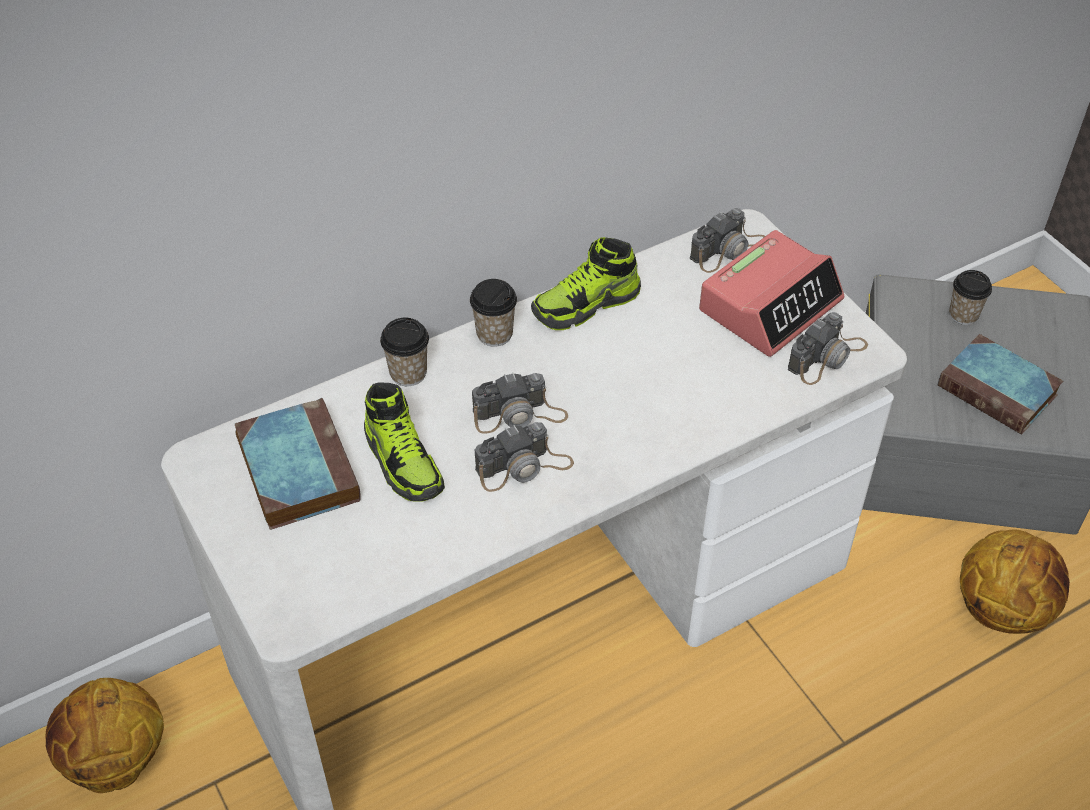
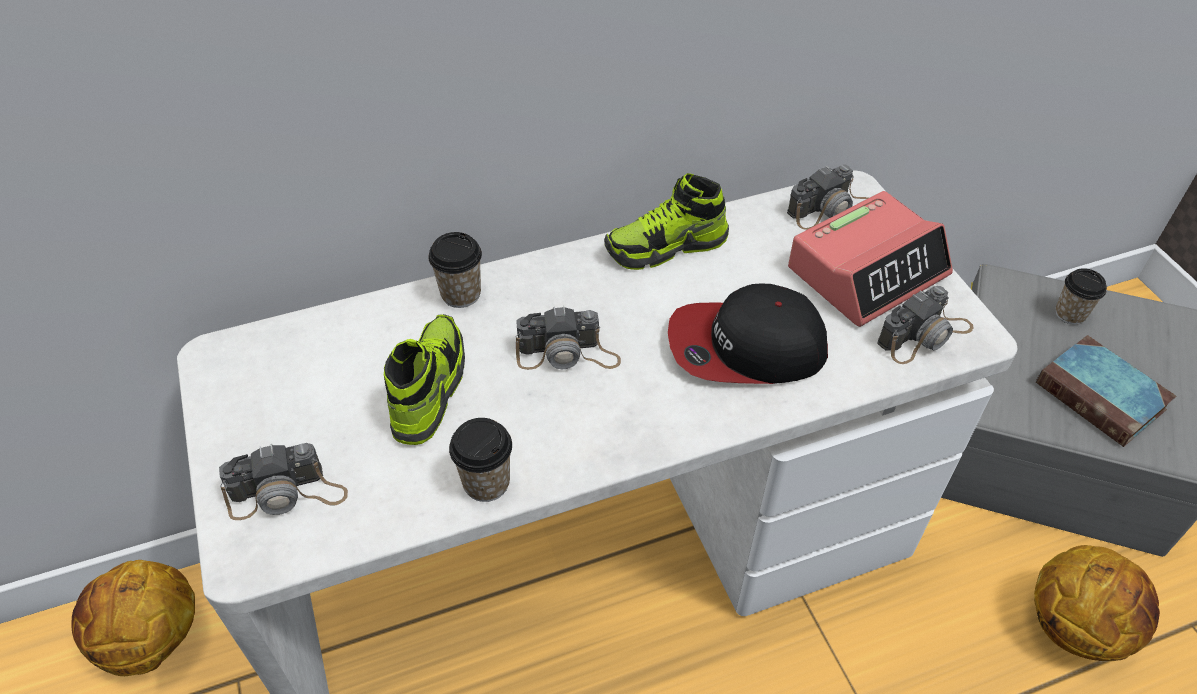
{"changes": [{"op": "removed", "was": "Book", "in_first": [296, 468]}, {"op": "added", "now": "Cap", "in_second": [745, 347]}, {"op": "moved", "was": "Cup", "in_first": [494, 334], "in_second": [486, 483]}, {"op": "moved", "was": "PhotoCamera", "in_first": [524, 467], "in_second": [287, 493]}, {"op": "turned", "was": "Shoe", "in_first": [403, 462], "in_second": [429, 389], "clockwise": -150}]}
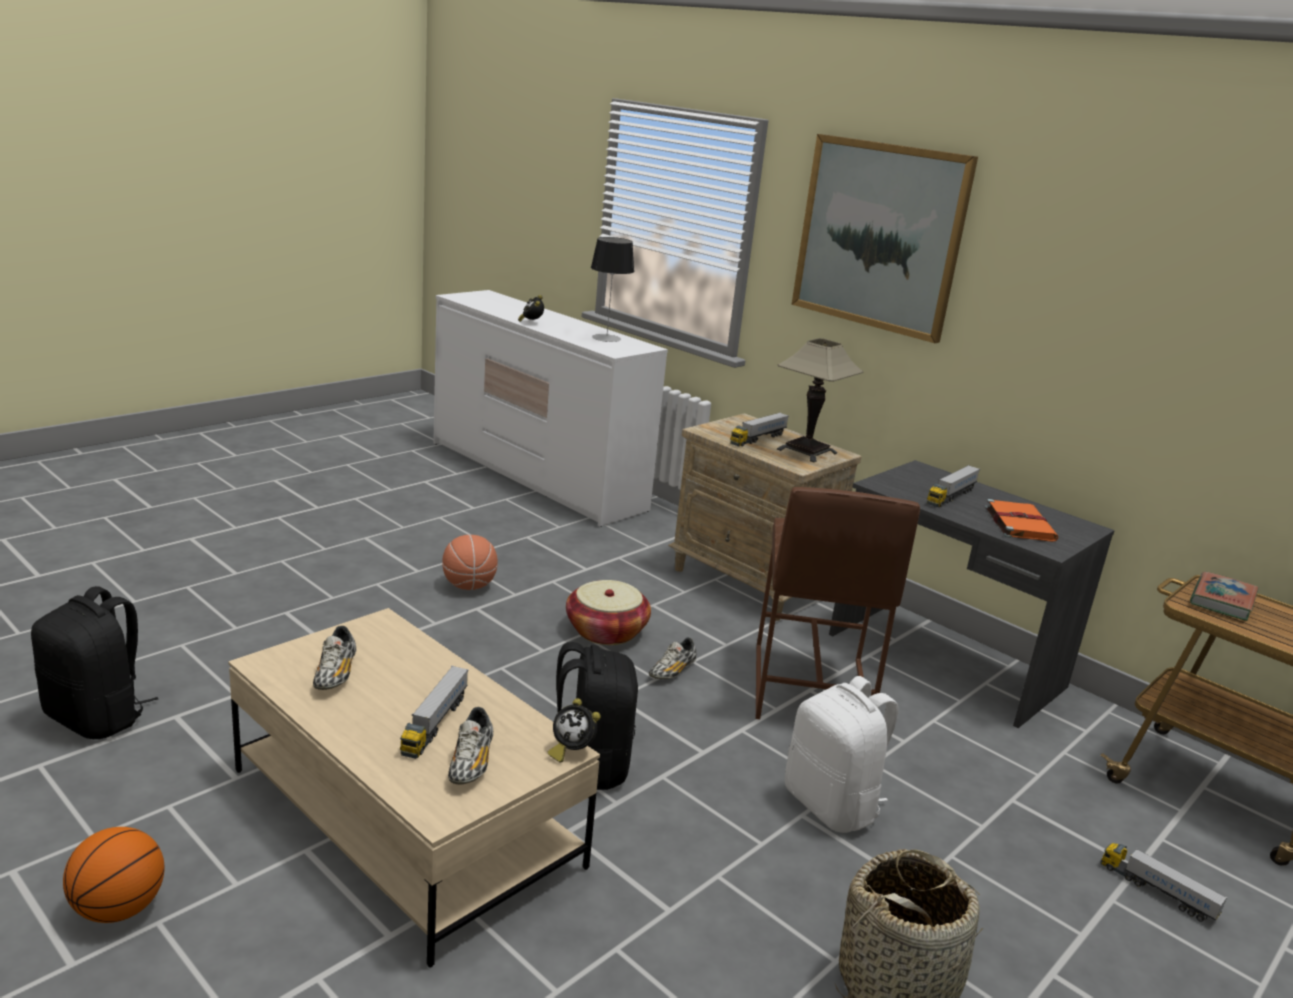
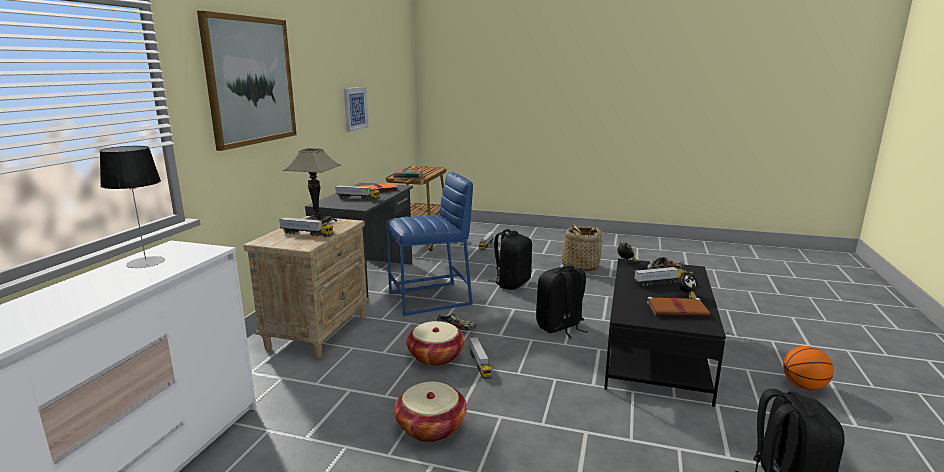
{"changes": [{"op": "added", "now": "Picture", "in_second": [355, 108]}, {"op": "added", "now": "ToyTruck", "in_second": [479, 364]}, {"op": "moved", "was": "AlarmClock", "in_first": [531, 322], "in_second": [686, 295]}, {"op": "replaced", "was": "Shoe", "now": "BrownBook", "in_first": [335, 674], "in_second": [678, 310]}, {"op": "replaced", "was": "Basketball", "now": "Basket", "in_first": [469, 586], "in_second": [431, 427]}, {"op": "recoloured", "was": "BeigeCoffeeTable", "now": "BlackCoffeeTable", "in_first": [406, 818], "in_second": [655, 351]}, {"op": "recoloured", "was": "BrownStool", "now": "BlueStool", "in_first": [808, 688], "in_second": [431, 299]}, {"op": "recoloured", "was": "WhiteBackpack", "now": "BlackBackpack", "in_first": [832, 806], "in_second": [512, 283]}]}
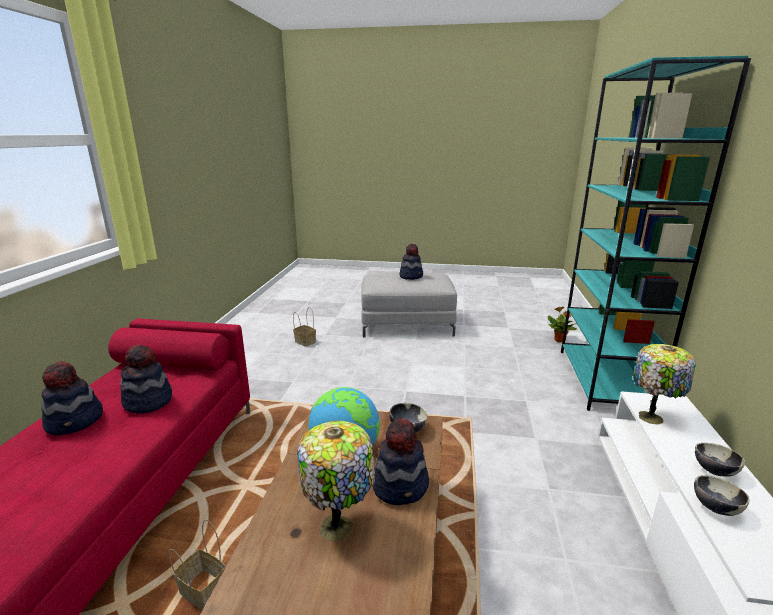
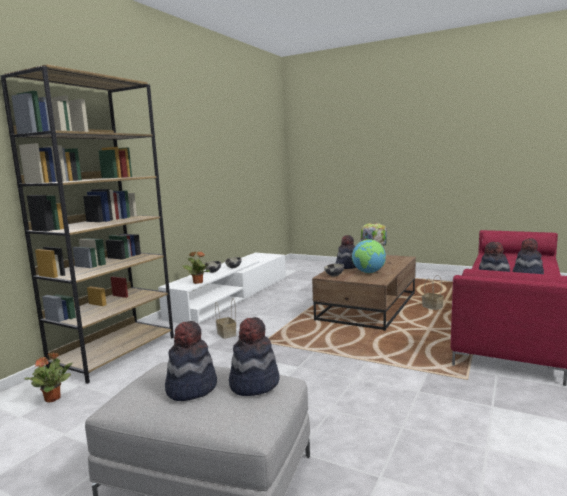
{"changes": [{"op": "added", "now": "Hat", "in_second": [253, 383]}, {"op": "moved", "was": "Basket", "in_first": [304, 342], "in_second": [227, 334]}, {"op": "replaced", "was": "TableLamp", "now": "PottedPlant", "in_first": [652, 417], "in_second": [197, 282]}, {"op": "recoloured", "was": "TurquoiseBookcase", "now": "BrownBookcase", "in_first": [604, 380], "in_second": [115, 353]}]}
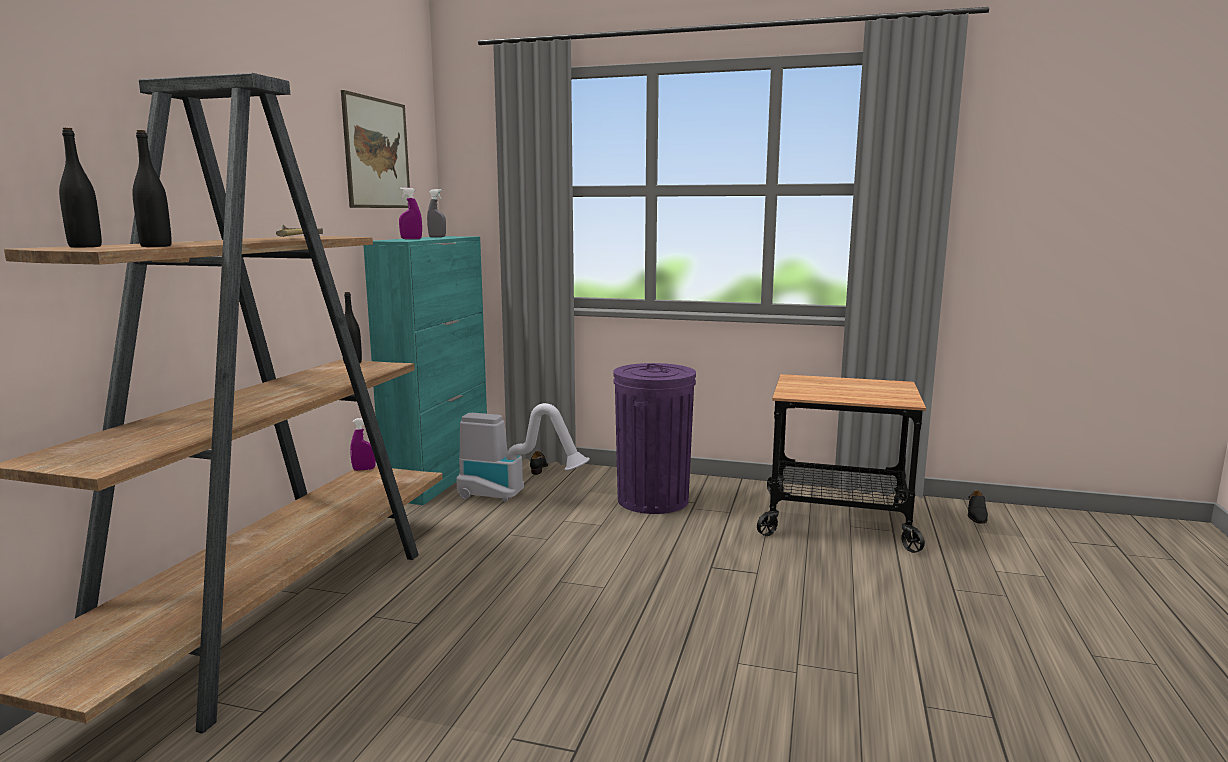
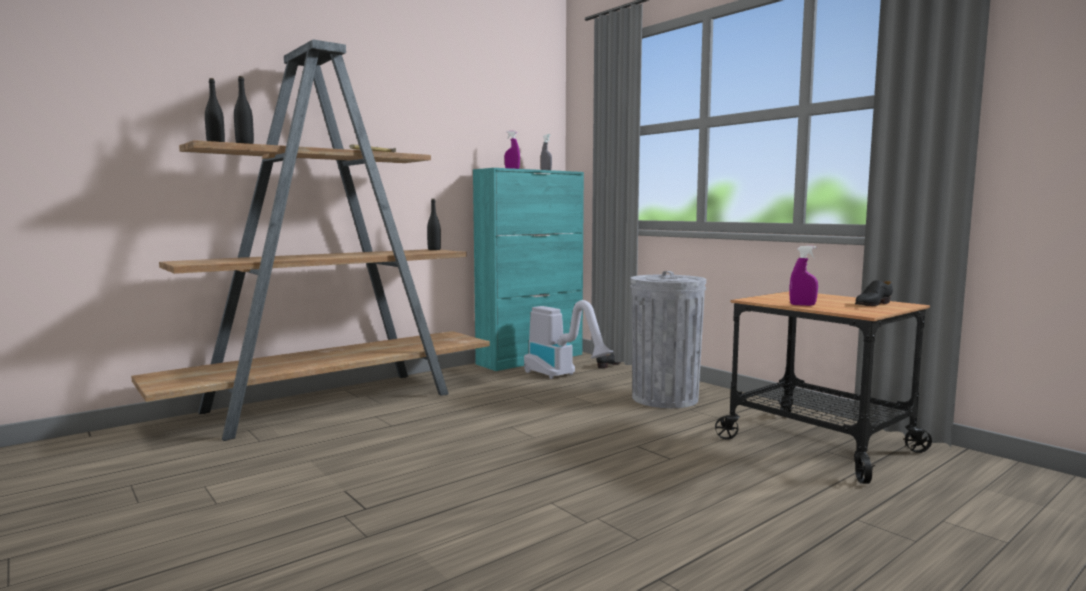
{"changes": [{"op": "removed", "was": "Picture", "in_first": [377, 153]}, {"op": "moved", "was": "PurpleSprayBottle", "in_first": [364, 469], "in_second": [802, 305]}, {"op": "moved", "was": "BlackShoe", "in_first": [976, 516], "in_second": [872, 304]}, {"op": "recoloured", "was": "PurpleTrashCan", "now": "GreyTrashCan", "in_first": [653, 500], "in_second": [665, 398]}]}
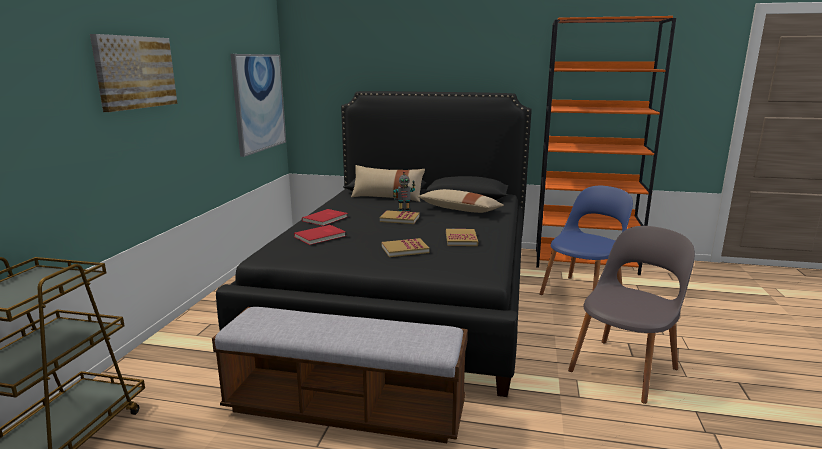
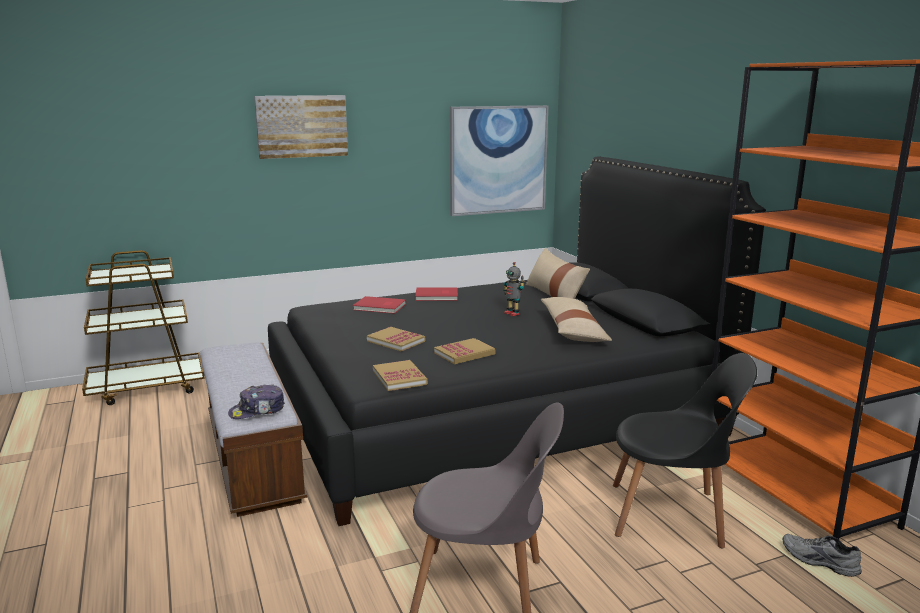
{"changes": [{"op": "added", "now": "Cap", "in_second": [257, 411]}, {"op": "added", "now": "GreyShoe", "in_second": [819, 561]}, {"op": "moved", "was": "Book", "in_first": [399, 219], "in_second": [399, 378]}, {"op": "recoloured", "was": "BlueChair", "now": "BlackChair", "in_first": [583, 293], "in_second": [671, 515]}]}
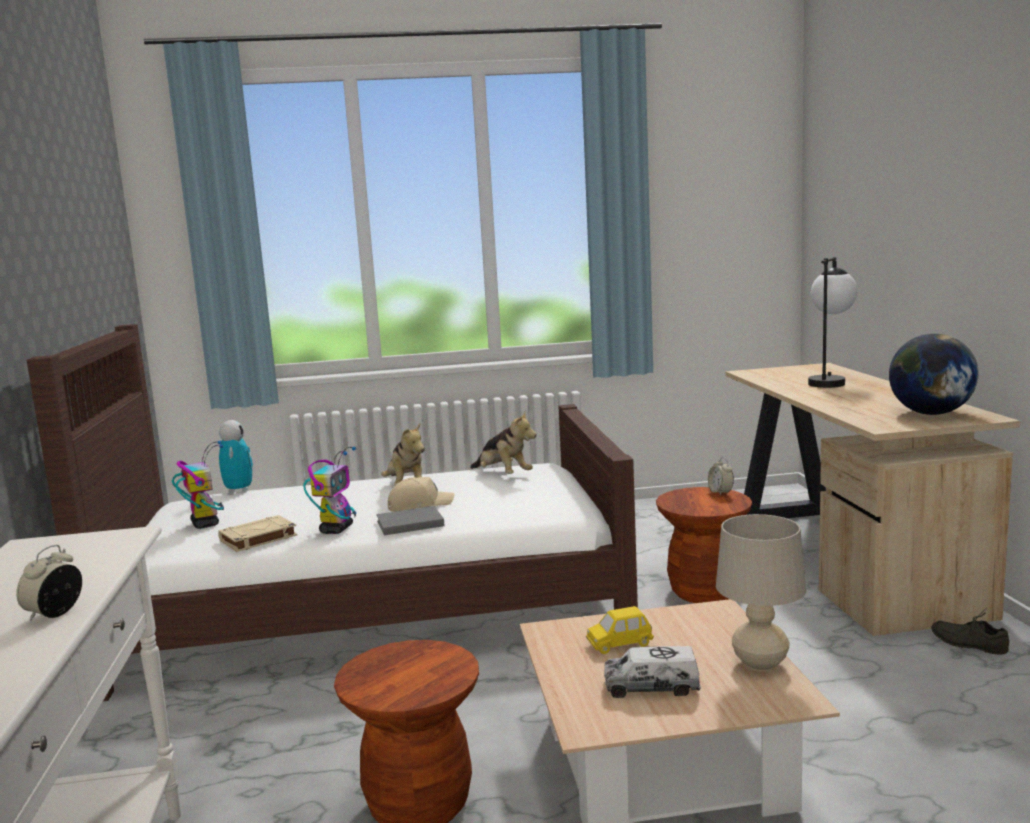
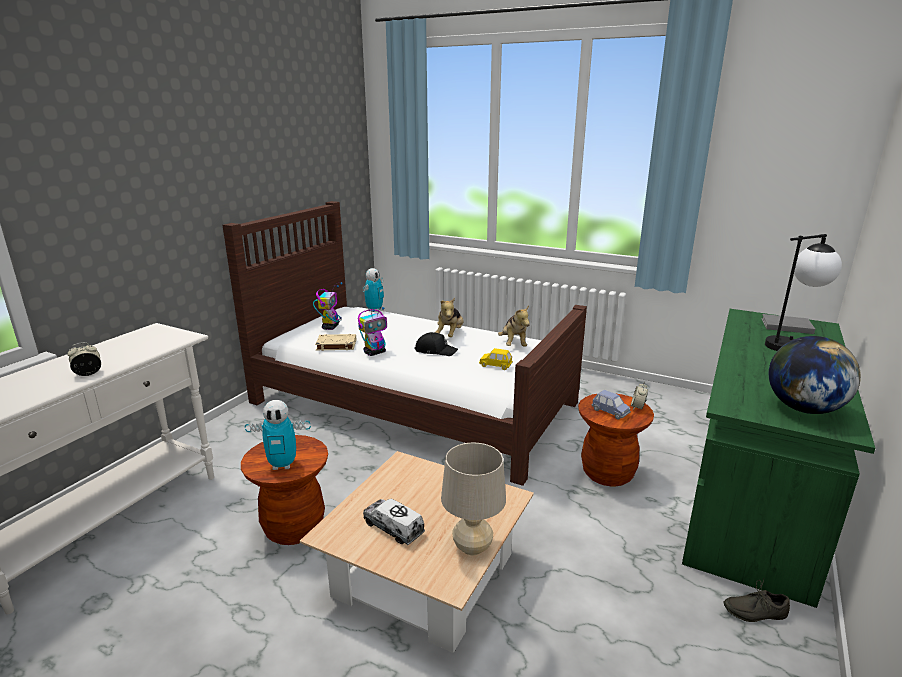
{"changes": [{"op": "added", "now": "ToyRobot", "in_second": [282, 465]}, {"op": "added", "now": "BlueToyCar", "in_second": [610, 412]}, {"op": "moved", "was": "GreyBook", "in_first": [408, 523], "in_second": [785, 325]}, {"op": "moved", "was": "YellowToyCar", "in_first": [619, 644], "in_second": [495, 365]}, {"op": "recoloured", "was": "BeigeCap", "now": "BlackCap", "in_first": [419, 505], "in_second": [435, 350]}, {"op": "recoloured", "was": "BeigeDesk", "now": "GreenDesk", "in_first": [845, 559], "in_second": [753, 493]}, {"op": "turned", "was": "GreyShoe", "in_first": [969, 643], "in_second": [753, 611], "clockwise": -75}]}
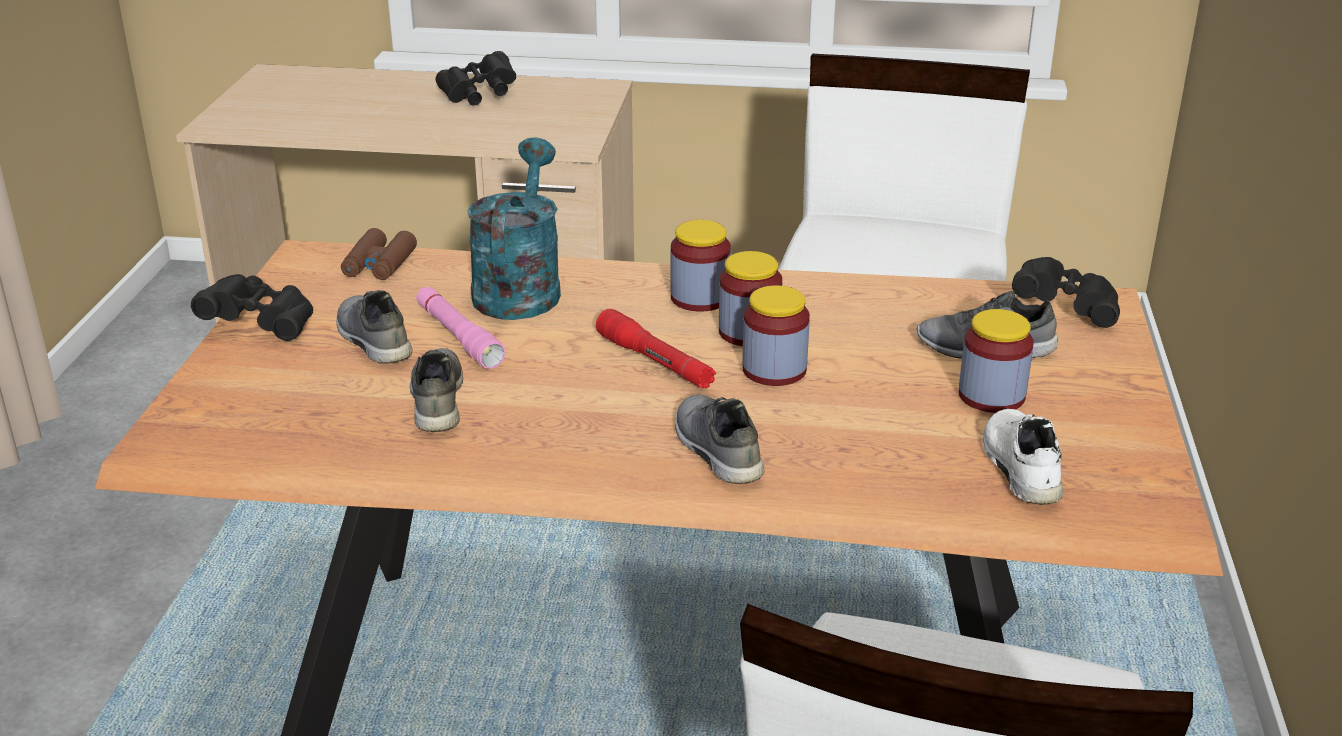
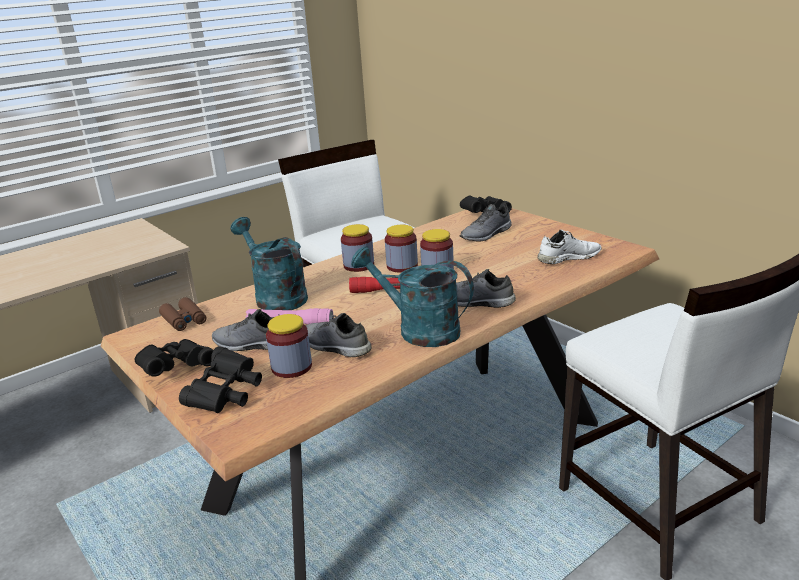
{"changes": [{"op": "added", "now": "TurquoiseWateringCan", "in_second": [419, 330]}, {"op": "moved", "was": "BlackBinoculars", "in_first": [479, 95], "in_second": [226, 395]}, {"op": "moved", "was": "Jar", "in_first": [991, 396], "in_second": [291, 367]}, {"op": "turned", "was": "WhiteShoe", "in_first": [1018, 467], "in_second": [568, 257], "clockwise": 120}]}
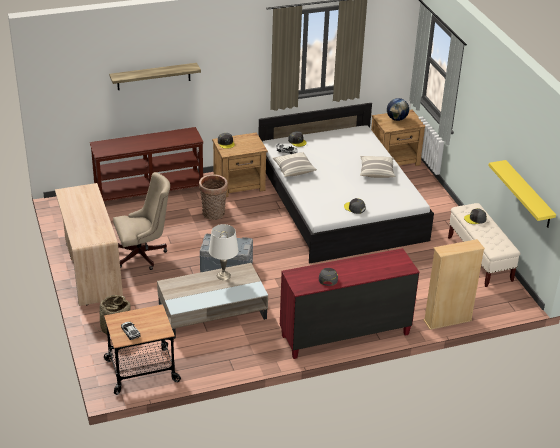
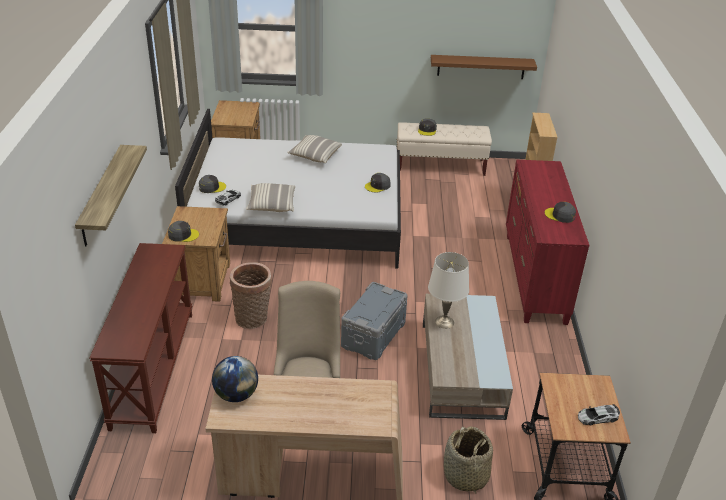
{"changes": [{"op": "moved", "was": "Globe", "in_first": [397, 119], "in_second": [236, 395]}, {"op": "recoloured", "was": "YellowShelf", "now": "BrownShelf", "in_first": [528, 194], "in_second": [481, 67]}]}
